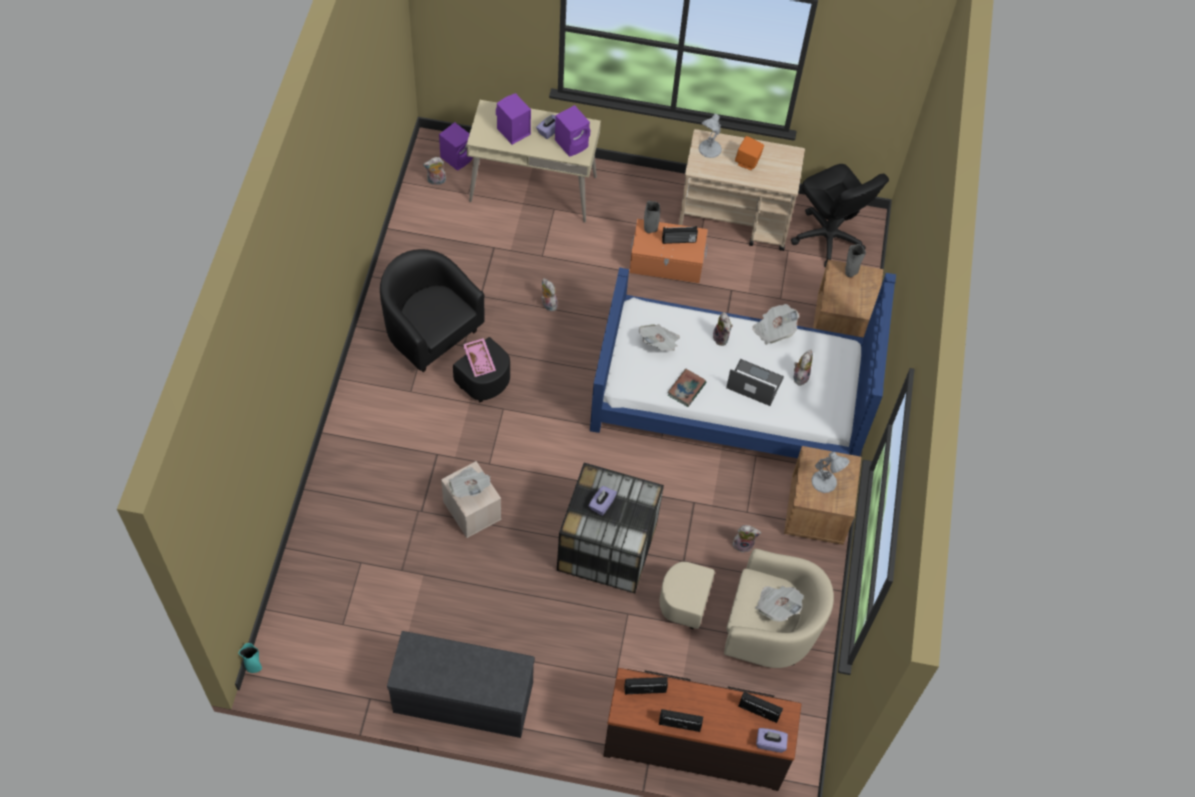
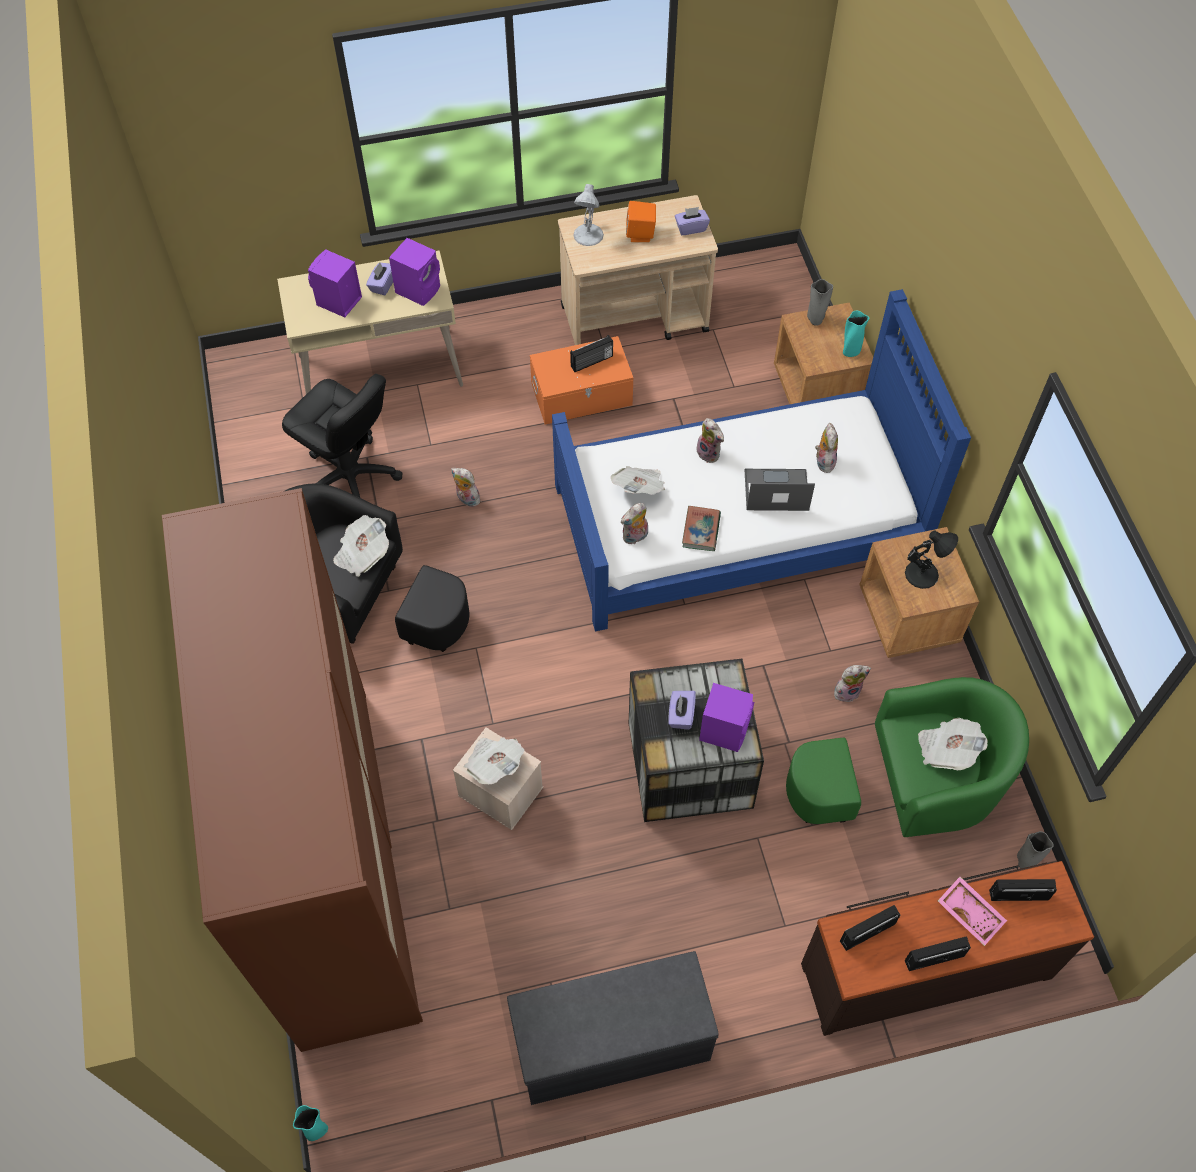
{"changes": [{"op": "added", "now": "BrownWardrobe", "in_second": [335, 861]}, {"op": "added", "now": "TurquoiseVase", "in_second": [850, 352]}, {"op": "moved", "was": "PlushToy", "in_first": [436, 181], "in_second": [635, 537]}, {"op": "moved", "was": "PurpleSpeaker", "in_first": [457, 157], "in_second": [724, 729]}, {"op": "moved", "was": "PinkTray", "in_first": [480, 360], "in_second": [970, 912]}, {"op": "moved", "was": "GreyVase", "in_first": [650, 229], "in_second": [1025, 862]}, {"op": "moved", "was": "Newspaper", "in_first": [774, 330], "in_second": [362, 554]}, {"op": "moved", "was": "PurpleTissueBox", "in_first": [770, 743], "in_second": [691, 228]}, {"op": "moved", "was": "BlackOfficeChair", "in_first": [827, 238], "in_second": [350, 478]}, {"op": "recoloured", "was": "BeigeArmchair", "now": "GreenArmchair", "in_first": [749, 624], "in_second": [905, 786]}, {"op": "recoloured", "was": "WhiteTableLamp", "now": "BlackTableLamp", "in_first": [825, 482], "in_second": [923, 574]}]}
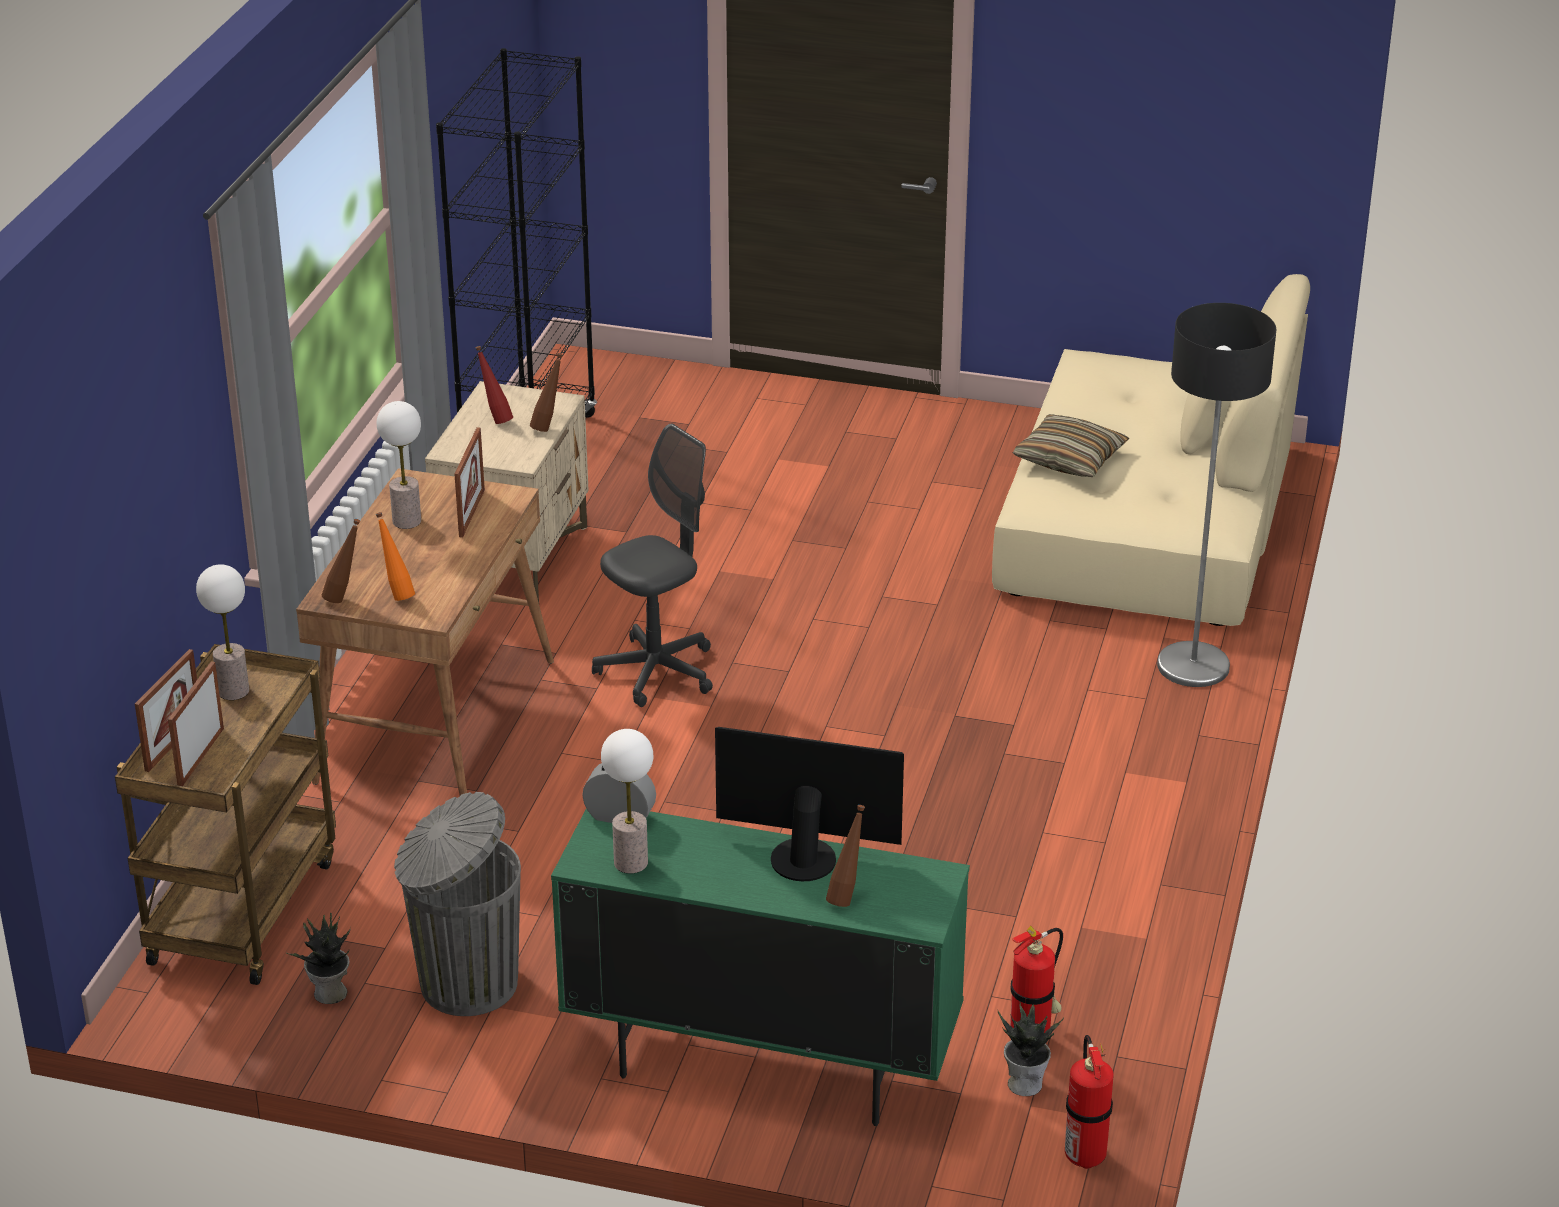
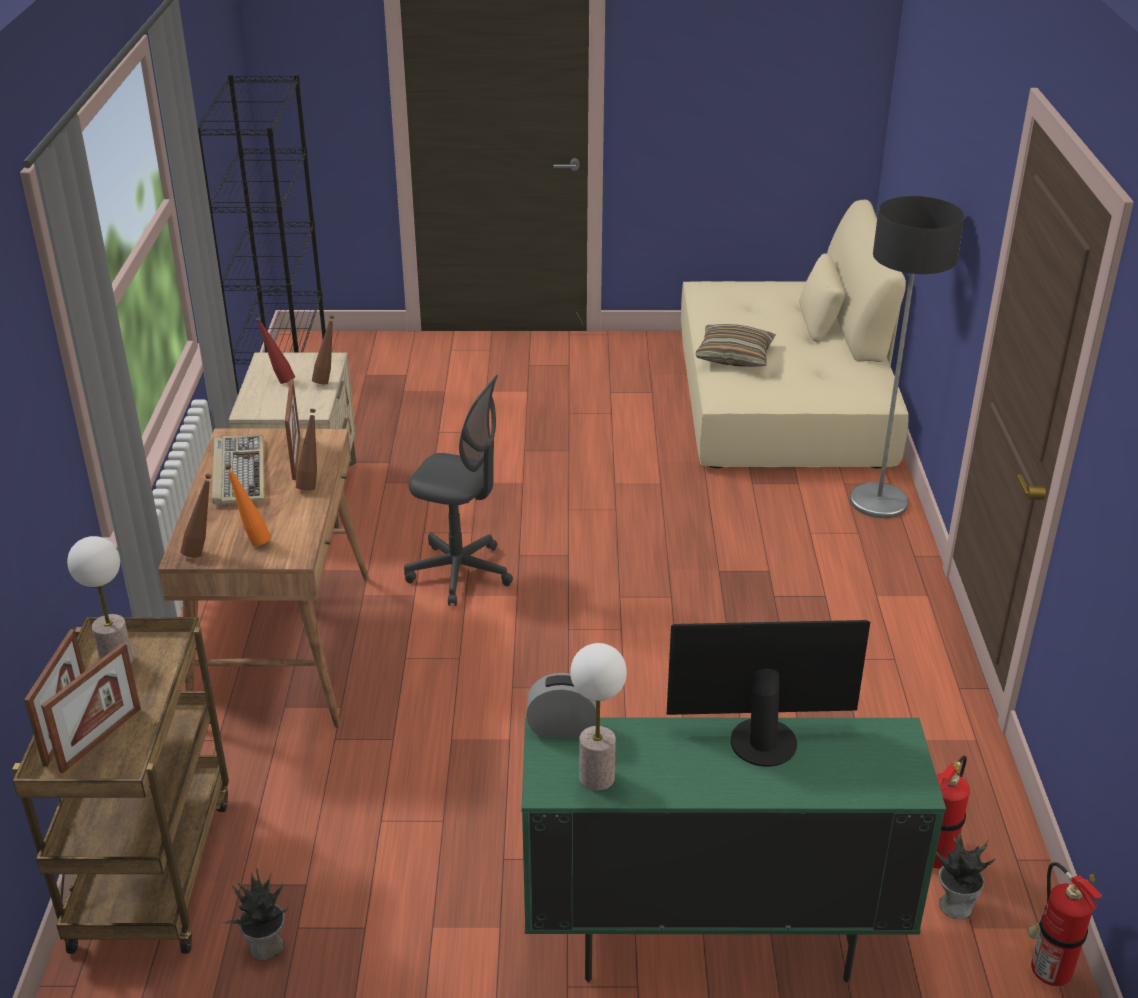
{"changes": [{"op": "removed", "was": "GreyTrashCan", "in_first": [465, 984]}, {"op": "moved", "was": "BrownBottle", "in_first": [846, 897], "in_second": [311, 485]}, {"op": "replaced", "was": "TableLamp", "now": "Keyboard", "in_first": [406, 521], "in_second": [238, 472]}, {"op": "turned", "was": "PictureFrame", "in_first": [201, 757], "in_second": [101, 739], "clockwise": -150}, {"op": "turned", "was": "GreyOfficeChair", "in_first": [657, 672], "in_second": [460, 573], "clockwise": 75}]}
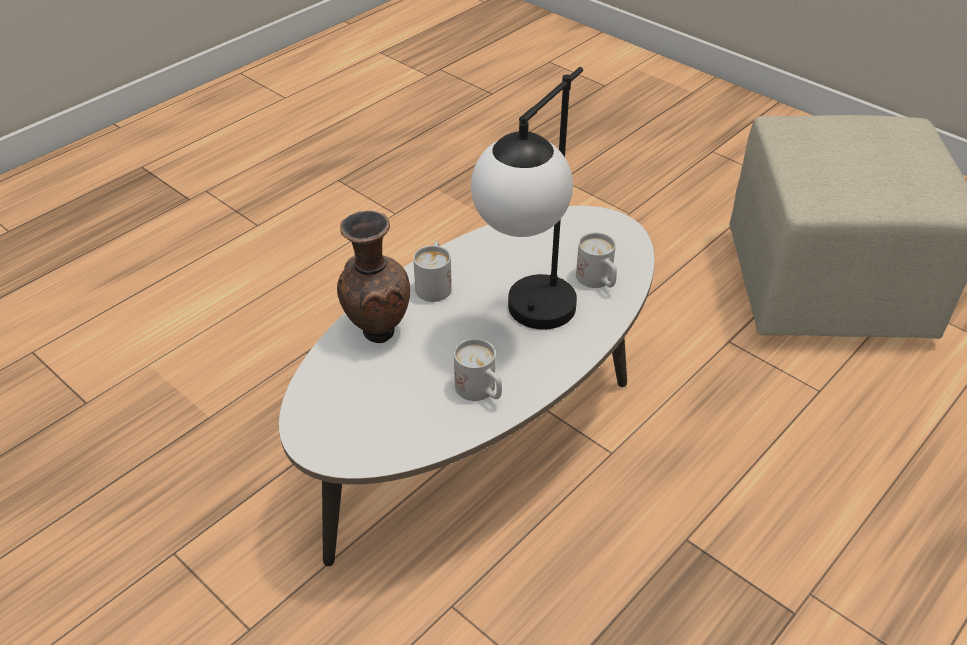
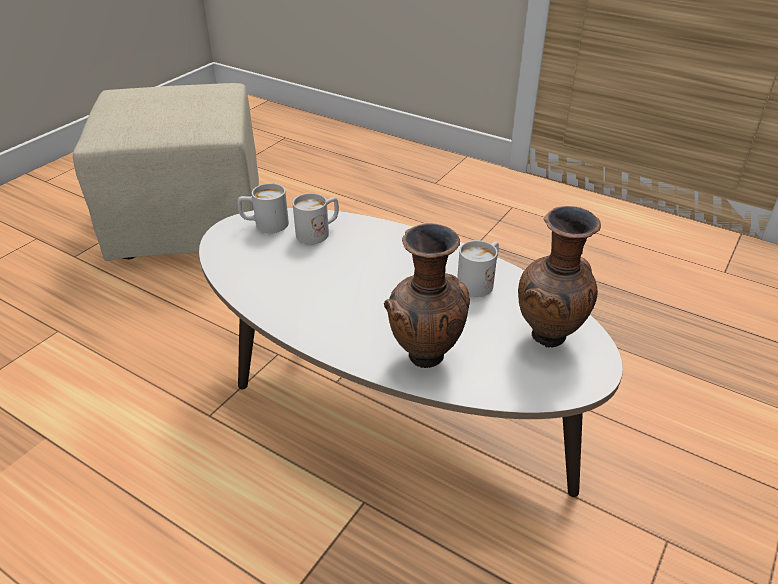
{"changes": [{"op": "removed", "was": "TableLamp", "in_first": [527, 323]}, {"op": "added", "now": "BrownVase", "in_second": [549, 339]}, {"op": "moved", "was": "WhiteMug", "in_first": [434, 284], "in_second": [264, 224]}]}
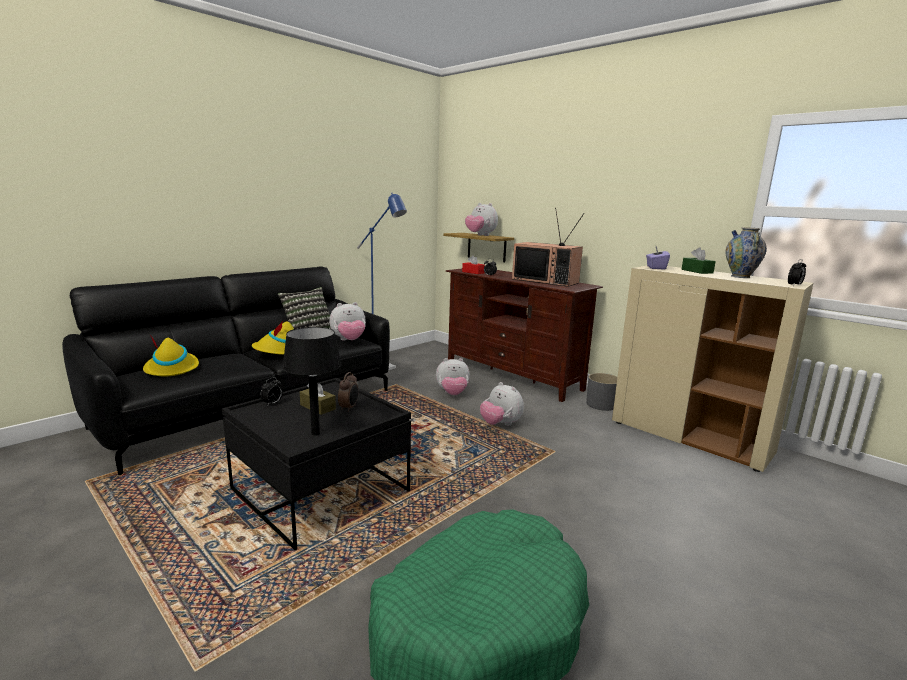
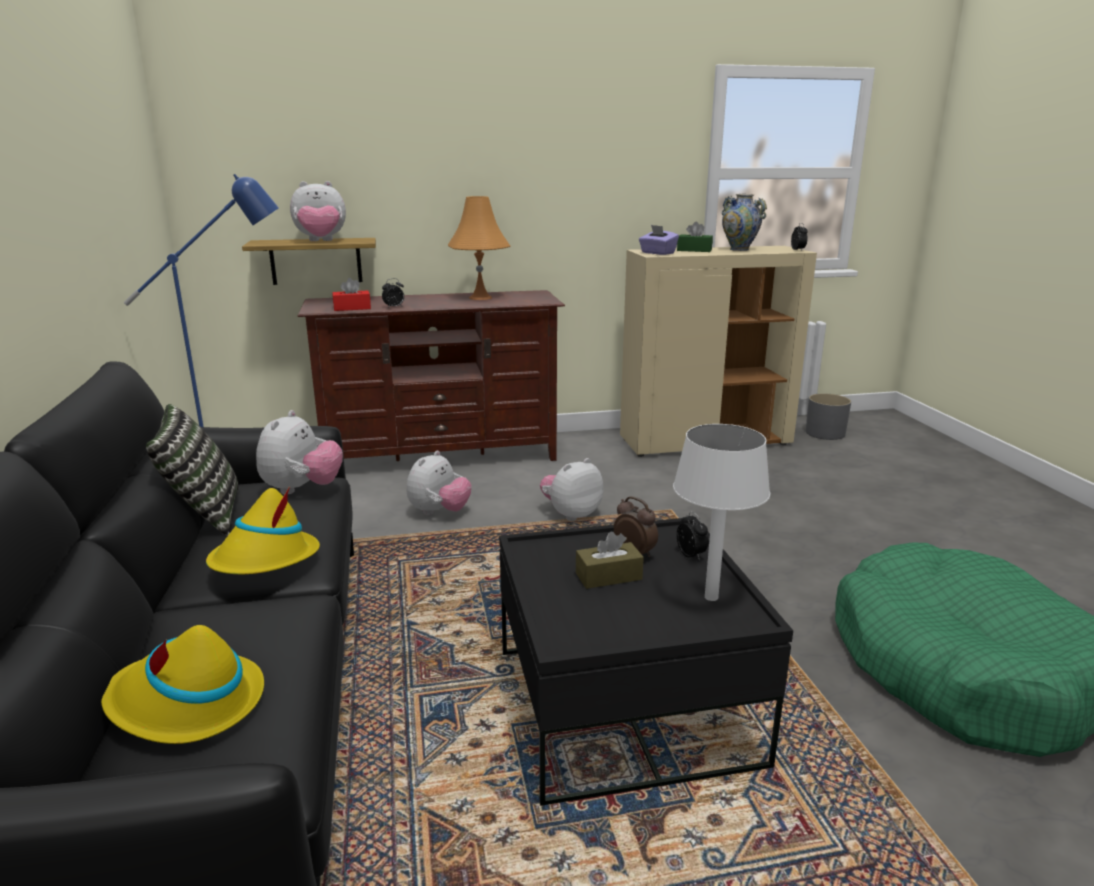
{"changes": [{"op": "moved", "was": "AlarmClock", "in_first": [272, 403], "in_second": [691, 555]}, {"op": "moved", "was": "GreyPlanter", "in_first": [601, 404], "in_second": [825, 433]}, {"op": "replaced", "was": "Television", "now": "OrangeTableLamp", "in_first": [546, 281], "in_second": [480, 297]}, {"op": "recoloured", "was": "BlackTableLamp", "now": "WhiteTableLamp", "in_first": [315, 433], "in_second": [712, 597]}, {"op": "turned", "was": "PlushToy", "in_first": [500, 424], "in_second": [571, 514], "clockwise": 150}]}
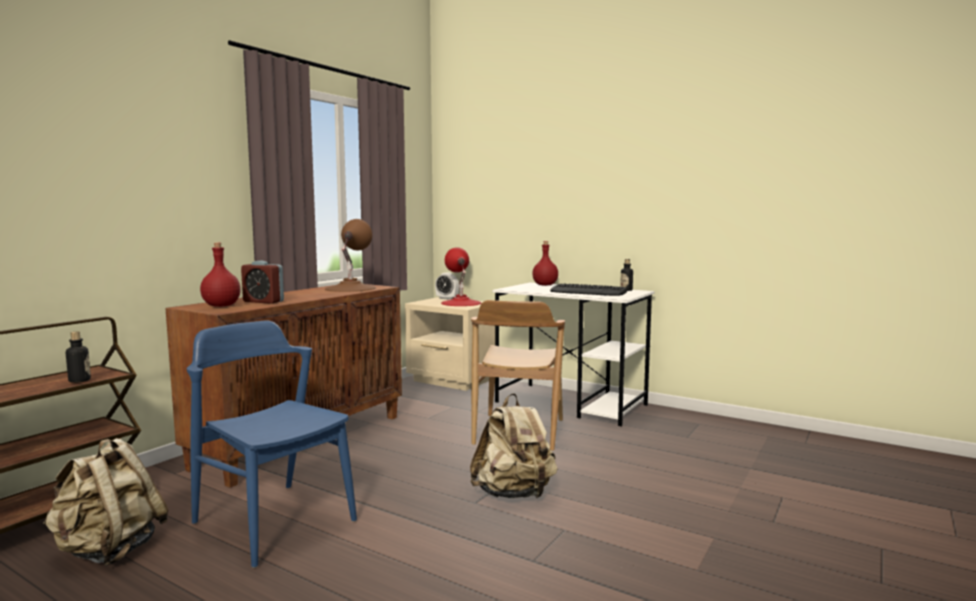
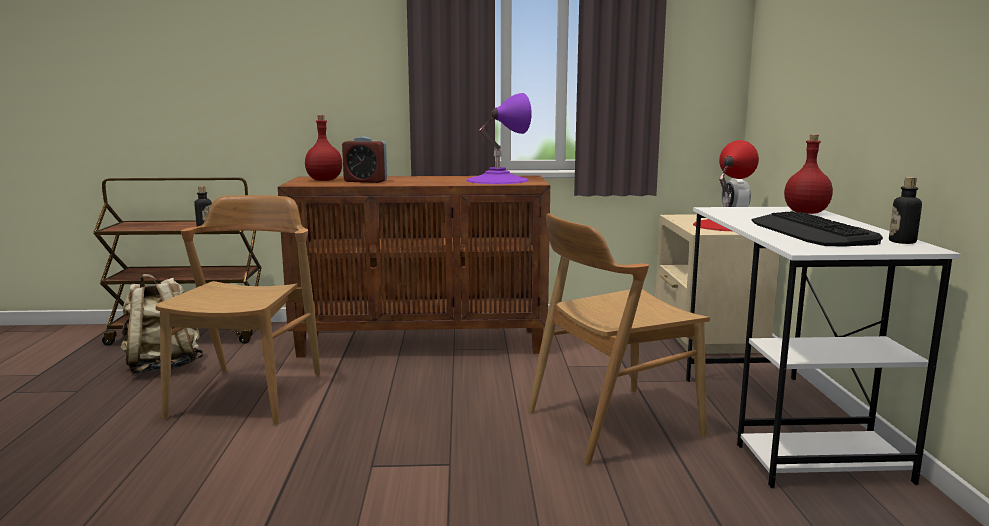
{"changes": [{"op": "removed", "was": "BeigeBackpack", "in_first": [514, 494]}, {"op": "recoloured", "was": "BlueChair", "now": "BrownChair", "in_first": [274, 521], "in_second": [248, 395]}, {"op": "recoloured", "was": "BrownTableLamp", "now": "PurpleTableLamp", "in_first": [350, 288], "in_second": [497, 180]}, {"op": "turned", "was": "AlarmClock", "in_first": [263, 301], "in_second": [365, 181], "clockwise": -60}]}
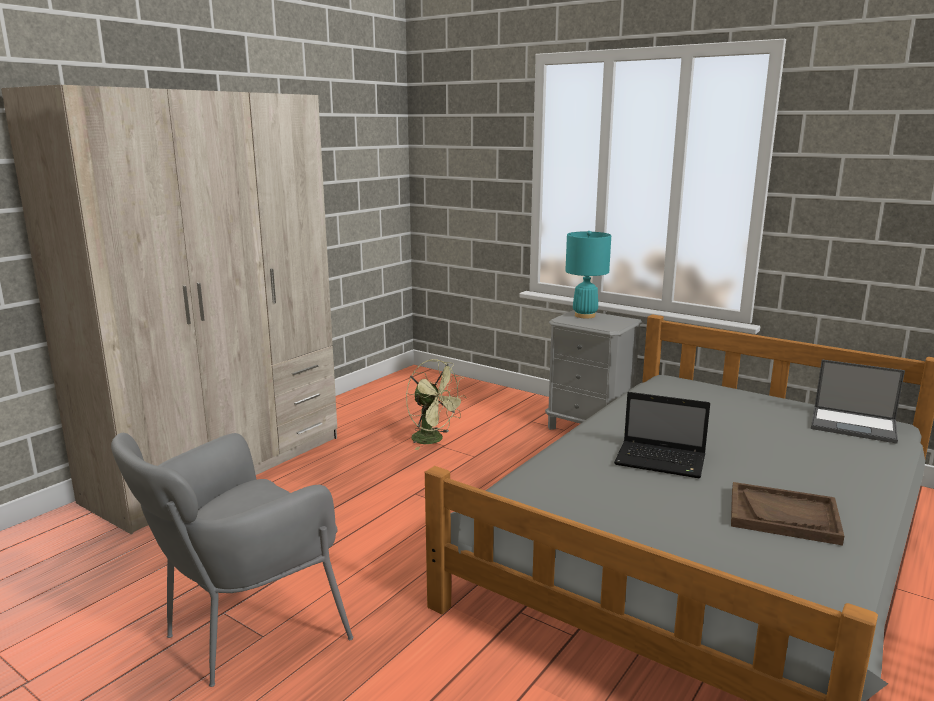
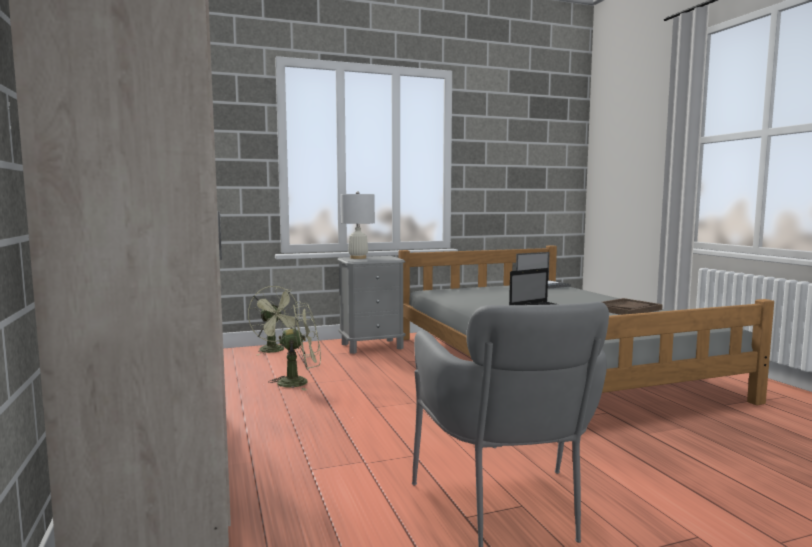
{"changes": [{"op": "added", "now": "GreenFan", "in_second": [275, 351]}, {"op": "recoloured", "was": "TurquoiseTableLamp", "now": "WhiteTableLamp", "in_first": [584, 315], "in_second": [358, 258]}]}
